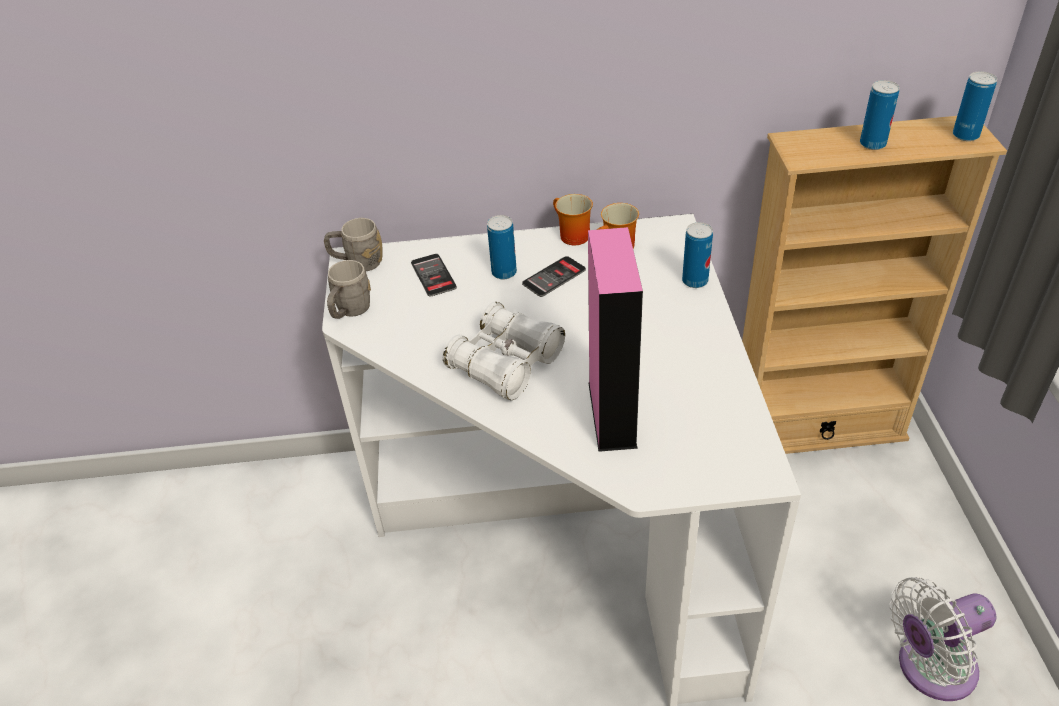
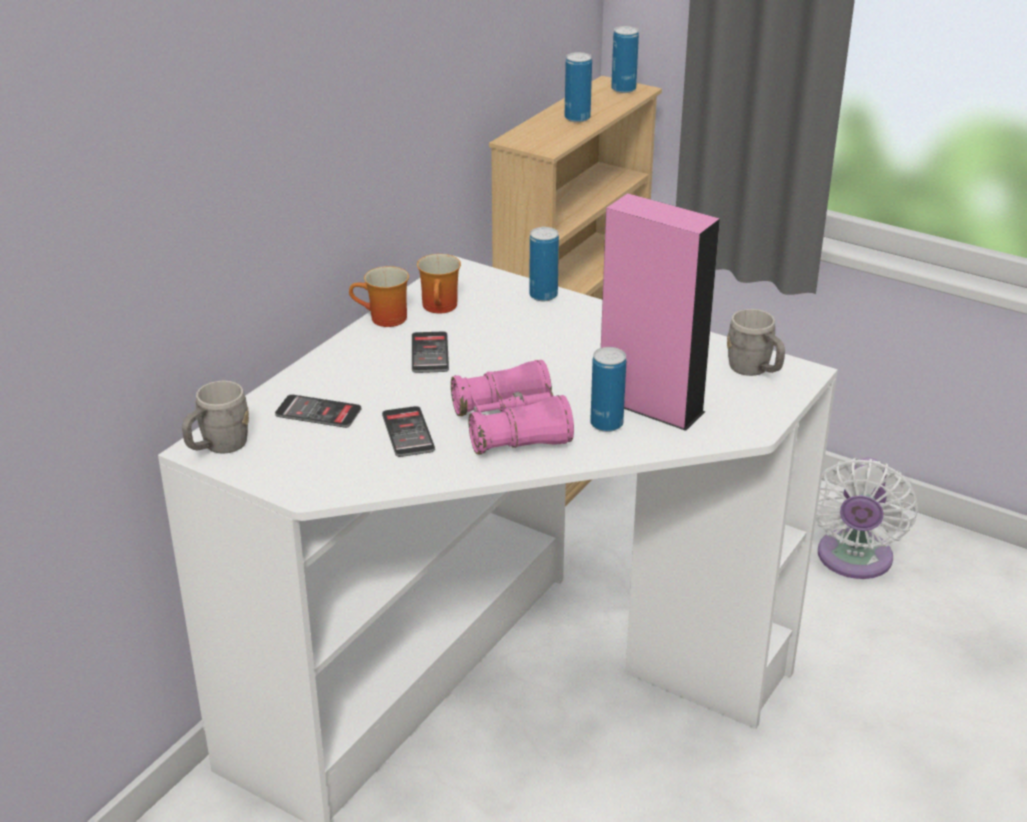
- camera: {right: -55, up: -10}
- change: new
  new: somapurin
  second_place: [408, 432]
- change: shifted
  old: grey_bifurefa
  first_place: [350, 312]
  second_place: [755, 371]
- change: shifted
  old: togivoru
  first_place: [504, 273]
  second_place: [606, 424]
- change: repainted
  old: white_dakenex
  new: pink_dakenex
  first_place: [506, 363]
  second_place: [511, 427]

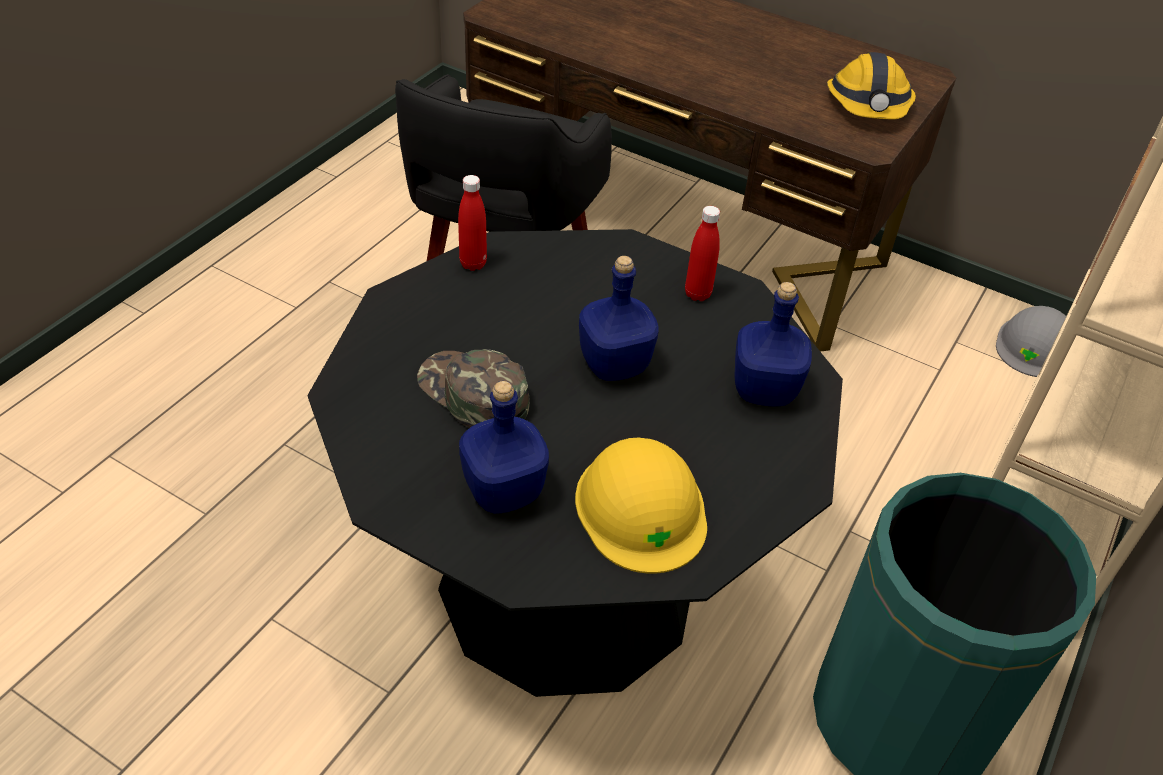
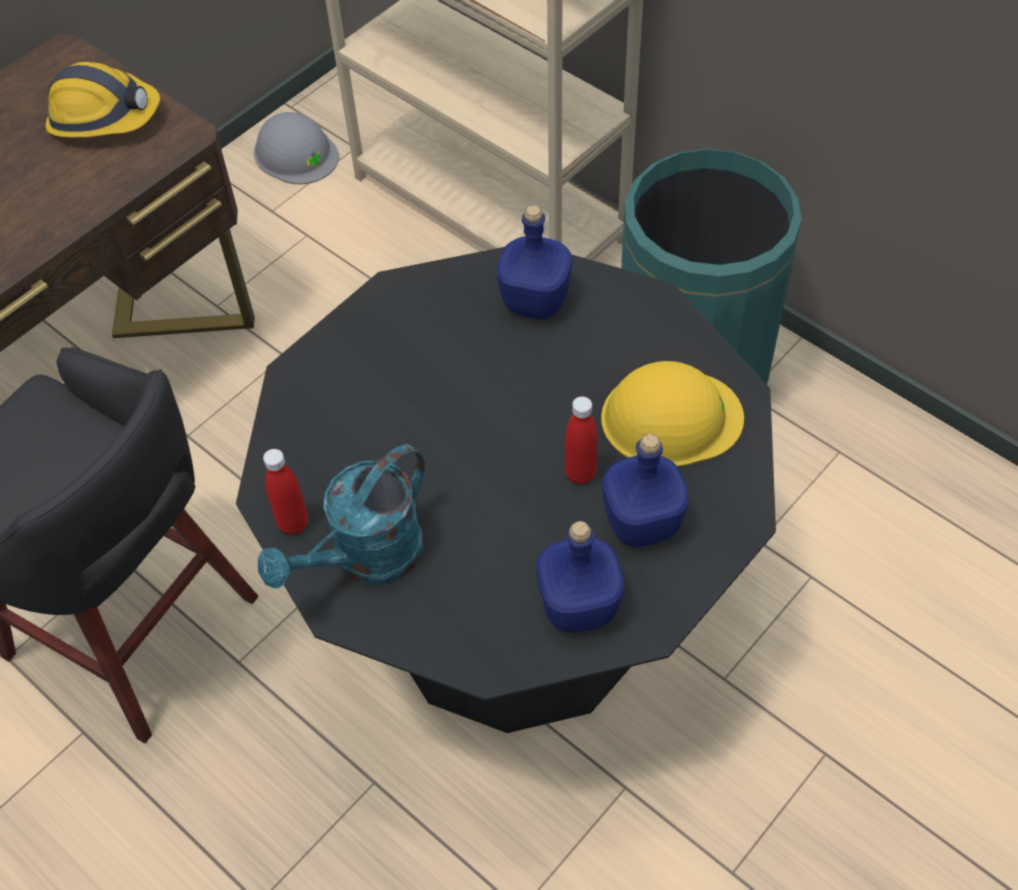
- camera: {right: -75, up: 10}
- change: gone
  old: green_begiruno
  first_place: [473, 394]
- change: new
  new: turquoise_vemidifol
  second_place: [366, 559]
- change: shifted
  old: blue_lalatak
  first_place: [615, 364]
  second_place: [578, 605]
- change: shifted
  old: red_lalatak
  first_place: [697, 294]
  second_place: [580, 473]

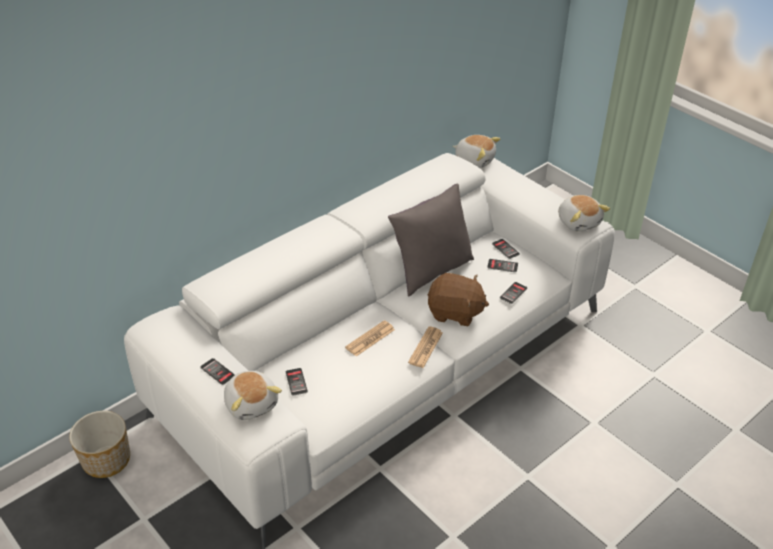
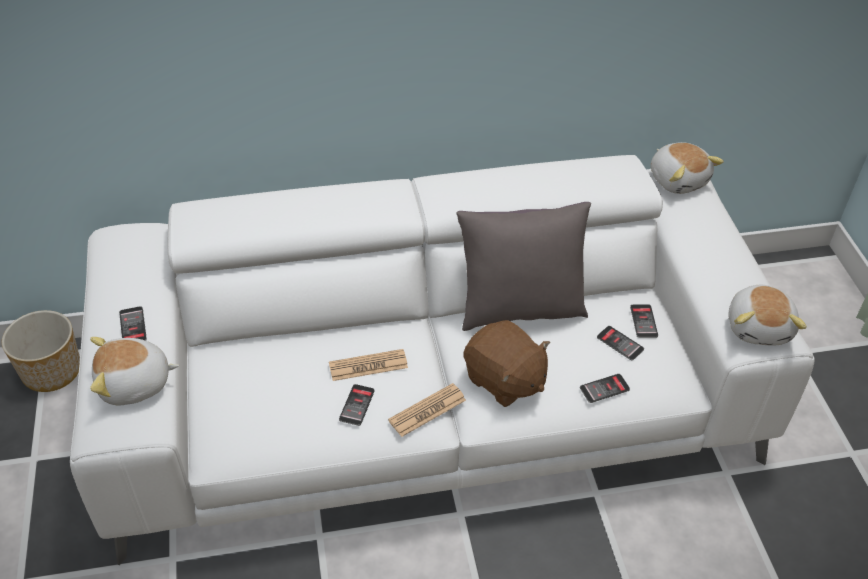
- camera: {right: 30, up: 5}
- change: shifted
  old: somapurin
  first_place: [296, 382]
  second_place: [357, 405]
- change: rotated
  old: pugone
  first_place: [252, 403]
  second_place: [135, 384]
  degrees: 75

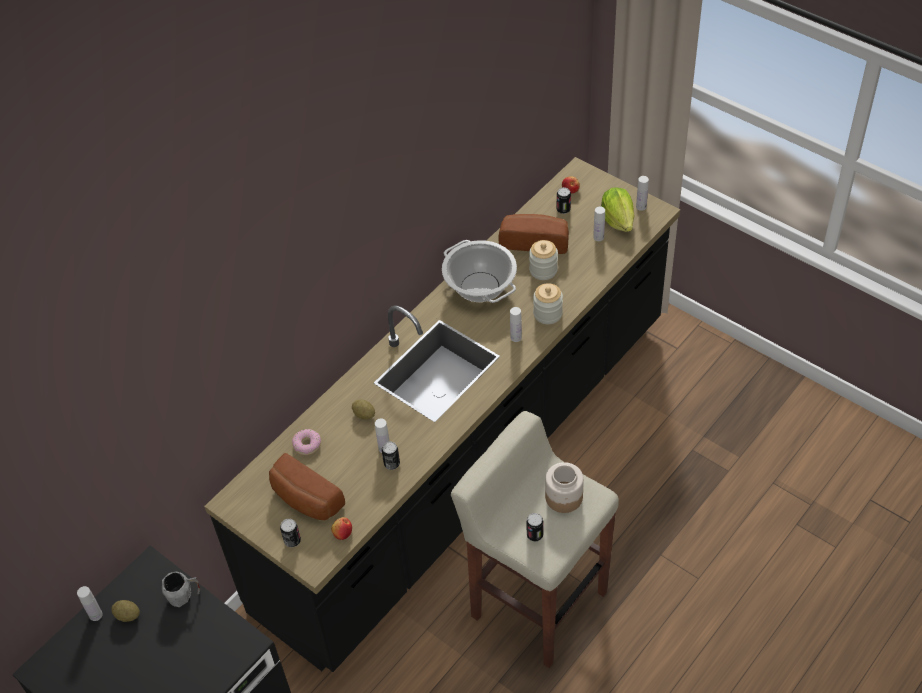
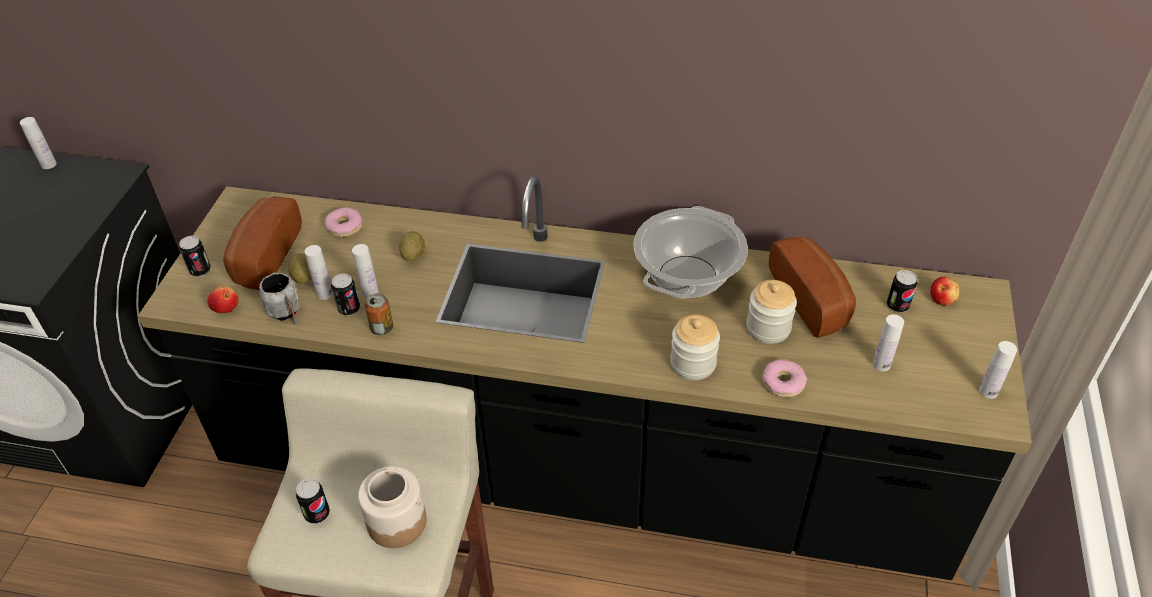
- camera: {right: 60, up: -5}
- change: gone
  old: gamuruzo
  first_place: [618, 220]
- change: new
  new: togivoru
  second_place: [382, 328]
- change: new
  new: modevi
  second_place: [783, 383]
- change: shifted
  old: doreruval
  first_place: [128, 615]
  second_place: [304, 277]
- change: shifted
  old: grey_bifurefa
  first_place: [184, 596]
  second_place: [286, 313]
- change: shifted
  old: white_lalatak
  first_place: [516, 337]
  second_place: [325, 294]

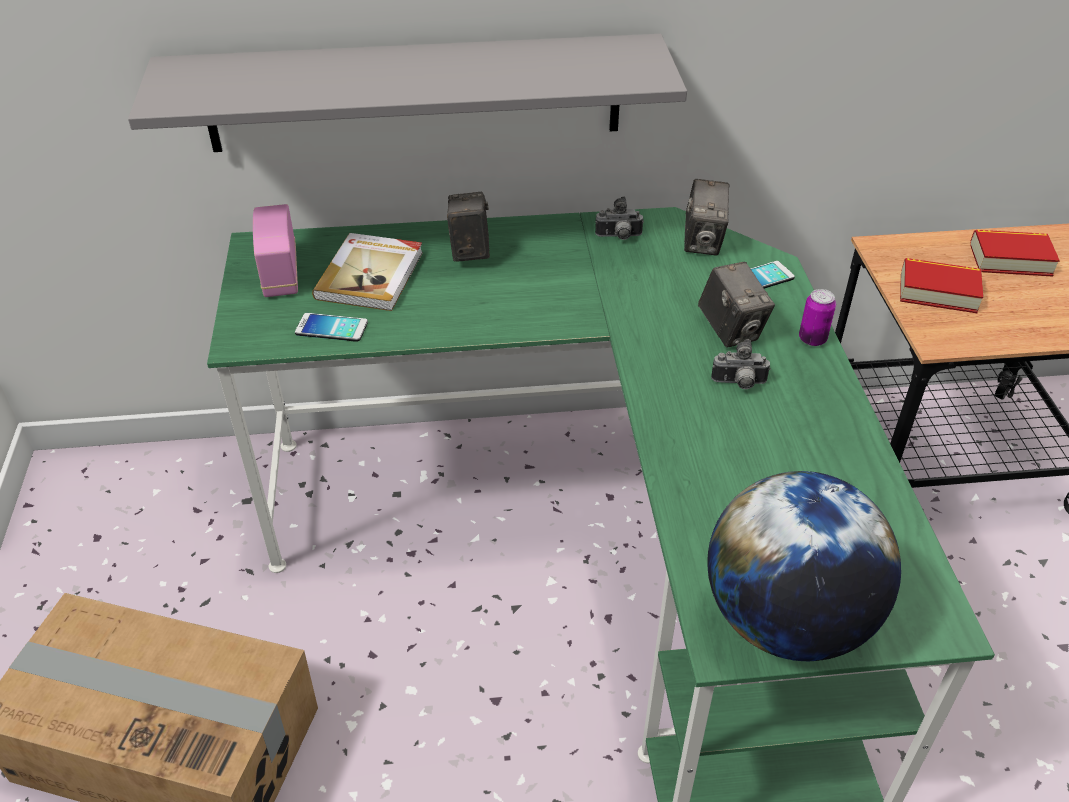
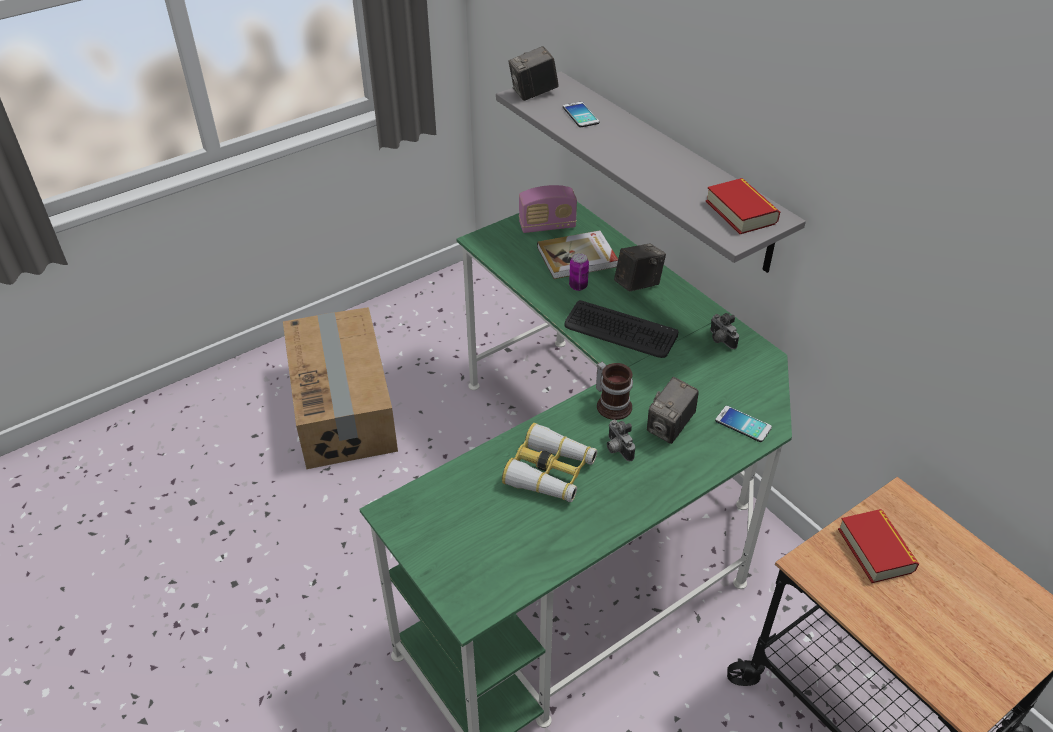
- camera: {right: 60, up: 0}
- change: gone
  old: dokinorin
  first_place: [786, 620]
- change: new
  new: dakenex
  second_place: [550, 472]
- change: new
  new: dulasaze
  second_place: [620, 331]
- change: new
  new: bifurefa
  second_place: [613, 404]
- change: shifted
  old: somapurin
  first_place: [331, 328]
  second_place: [580, 115]
- change: shifted
  old: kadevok
  first_place: [703, 242]
  second_place: [533, 93]
- change: shifted
  old: togivoru
  first_place: [812, 339]
  second_place: [578, 286]
- change: shifted
  old: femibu
  first_place: [1010, 259]
  second_place: [741, 212]
- change: rotated
  old: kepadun
  first_place: [280, 274]
  second_place: [547, 226]
  degrees: -150

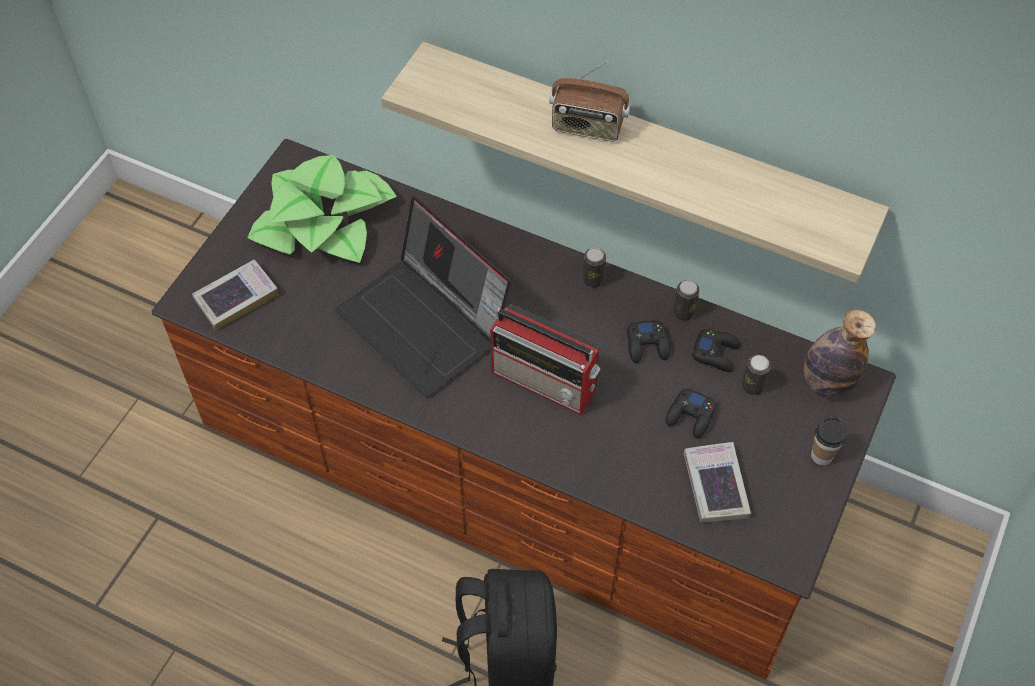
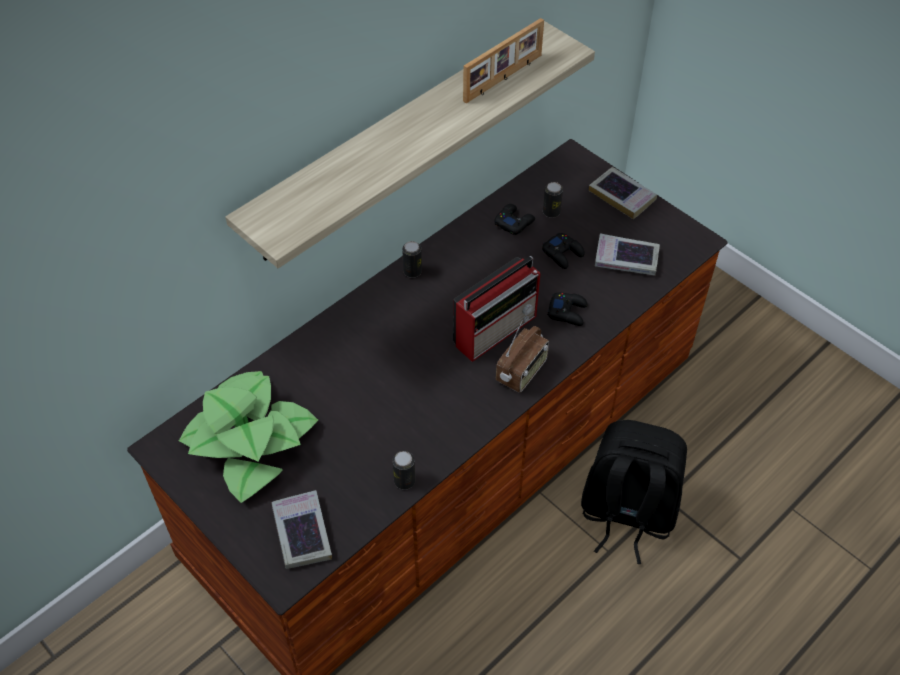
- camera: {right: -70, up: -5}
- change: gone
  old: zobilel
  first_place: [426, 323]
- change: gone
  old: lalatak
  first_place: [827, 382]
- change: new
  new: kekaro
  second_place: [504, 78]
- change: shifted
  old: kepadun
  first_place: [587, 127]
  second_place: [522, 372]
- change: shifted
  old: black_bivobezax
  first_place: [647, 345]
  second_place: [567, 312]
- change: shifted
  old: togivoru
  first_place: [683, 312]
  second_place: [404, 481]
- change: swapped
  old: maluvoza
  new: femibu
  first_place: [821, 455]
  second_place: [622, 196]

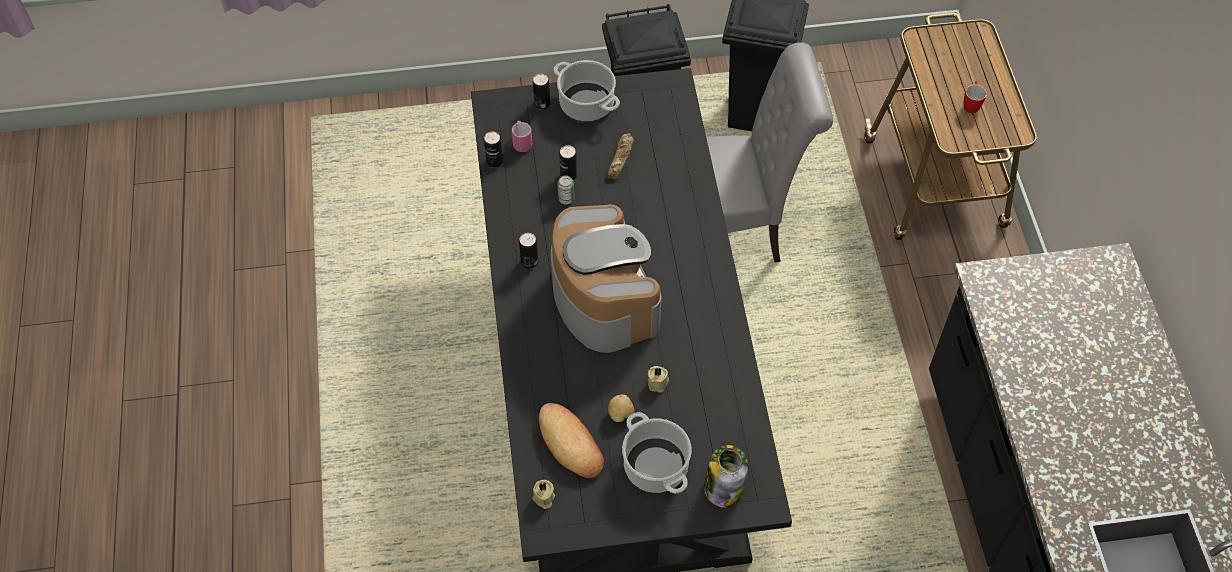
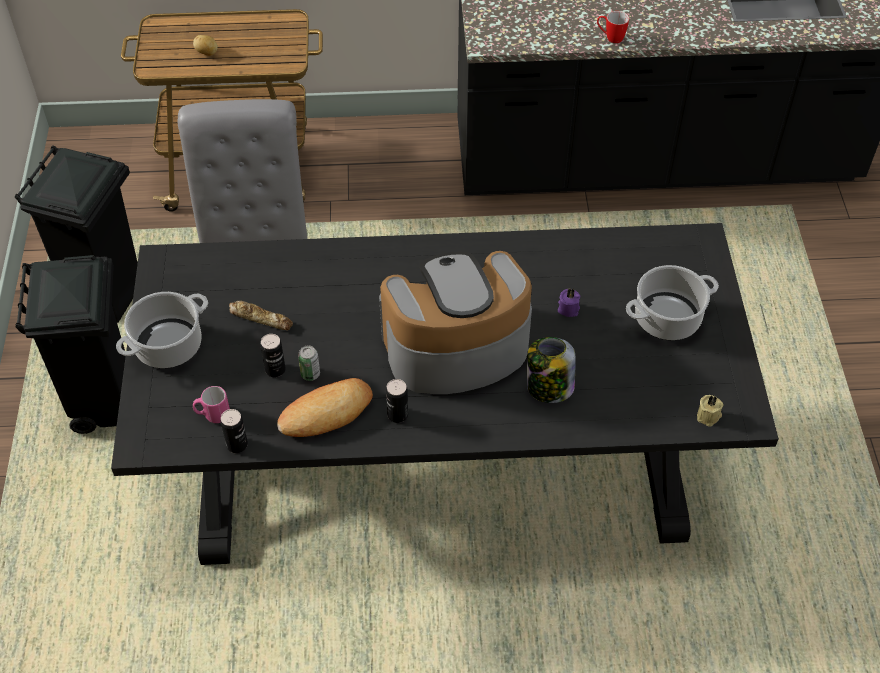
- camera: {right: -85, up: -5}
- change: gone
  old: togivoru
  first_place: [542, 104]
- change: shifted
  old: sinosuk
  first_place: [571, 443]
  second_place: [326, 412]
- change: shifted
  old: doreruval
  first_place: [621, 414]
  second_place: [207, 53]
- change: shifted
  old: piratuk
  first_place: [723, 487]
  second_place: [549, 387]
- change: shifted
  old: bifurefa
  first_place: [971, 105]
  second_place: [610, 38]
- change: repainted
  old: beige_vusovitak
  new: purple_vusovitak
  first_place: [658, 383]
  second_place: [568, 308]

